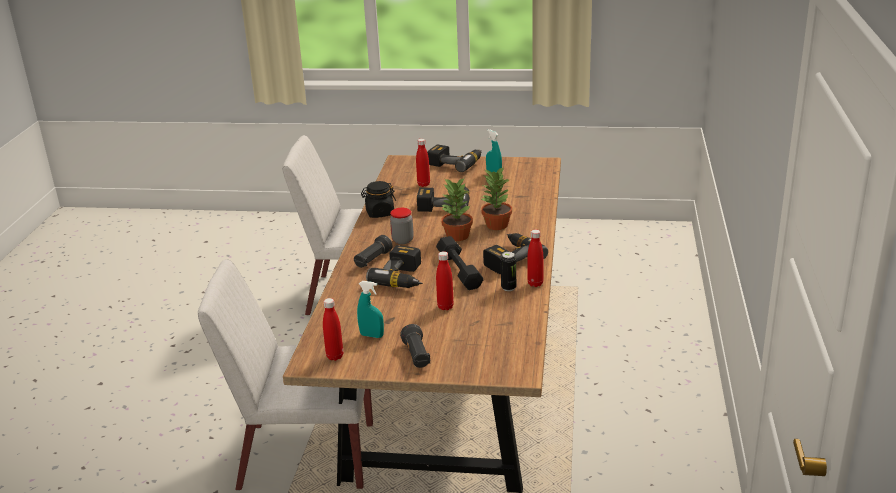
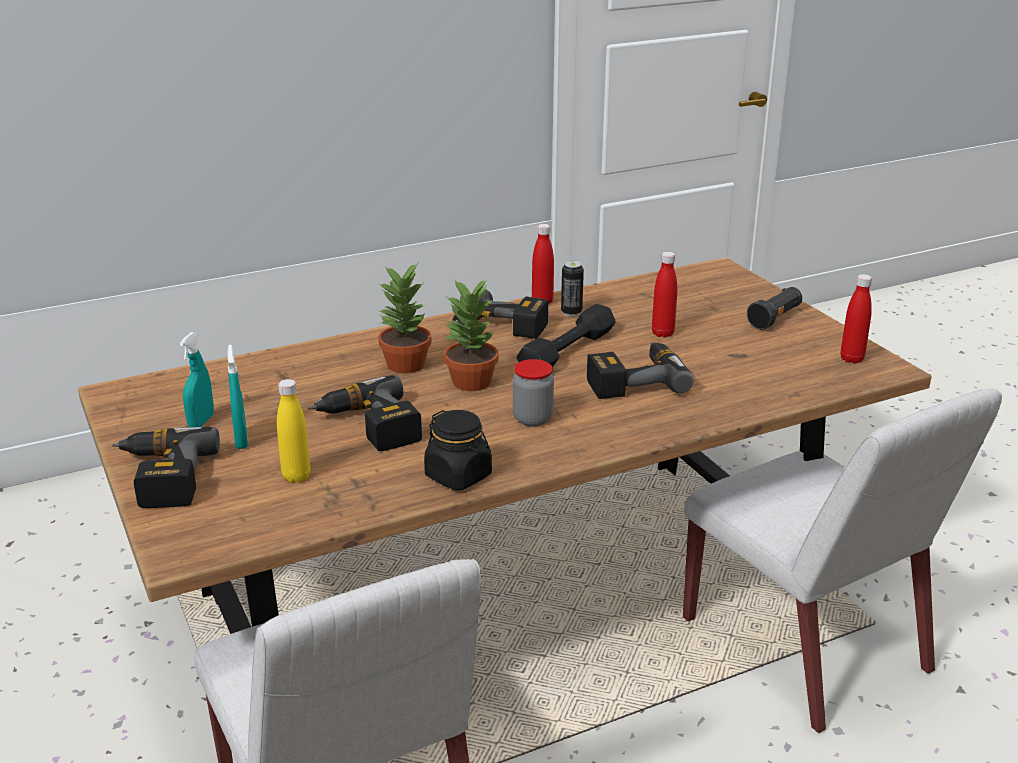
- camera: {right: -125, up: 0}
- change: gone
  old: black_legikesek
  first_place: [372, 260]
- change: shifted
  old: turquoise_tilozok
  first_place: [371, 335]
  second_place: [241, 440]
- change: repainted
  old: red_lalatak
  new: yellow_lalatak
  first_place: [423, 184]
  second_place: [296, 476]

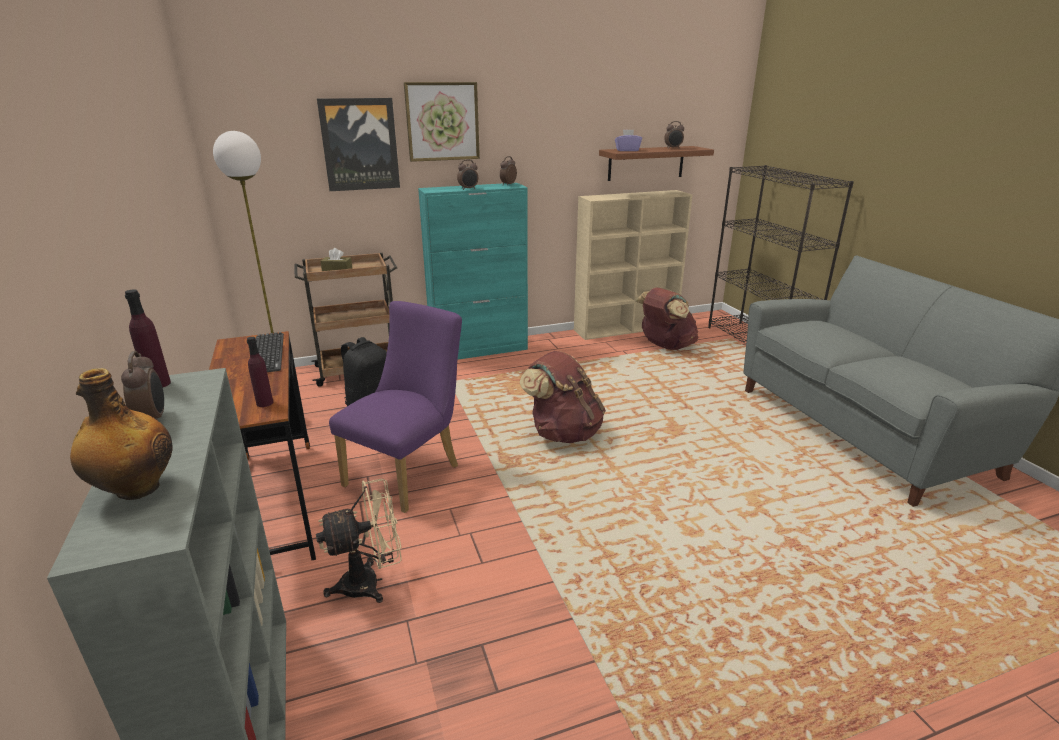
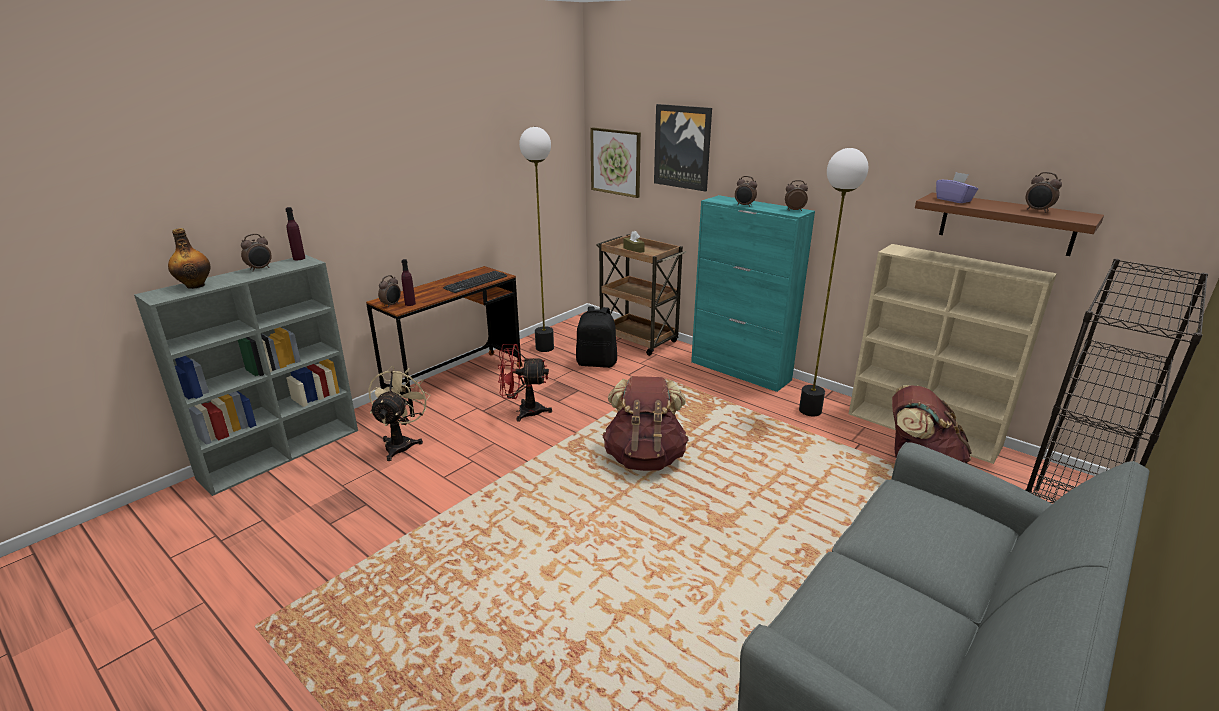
- camera: {right: 60, up: 0}
- change: new
  new: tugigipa
  second_place: [391, 305]
- change: new
  new: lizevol
  second_place: [810, 411]
- change: shifted
  old: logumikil
  first_place: [442, 121]
  second_place: [616, 162]
- change: swapped
  old: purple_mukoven
  new: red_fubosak
  first_place: [409, 472]
  second_place: [523, 411]
- change: rotated
  old: beige_fubosak
  first_place: [370, 582]
  second_place: [401, 443]
  degrees: -120

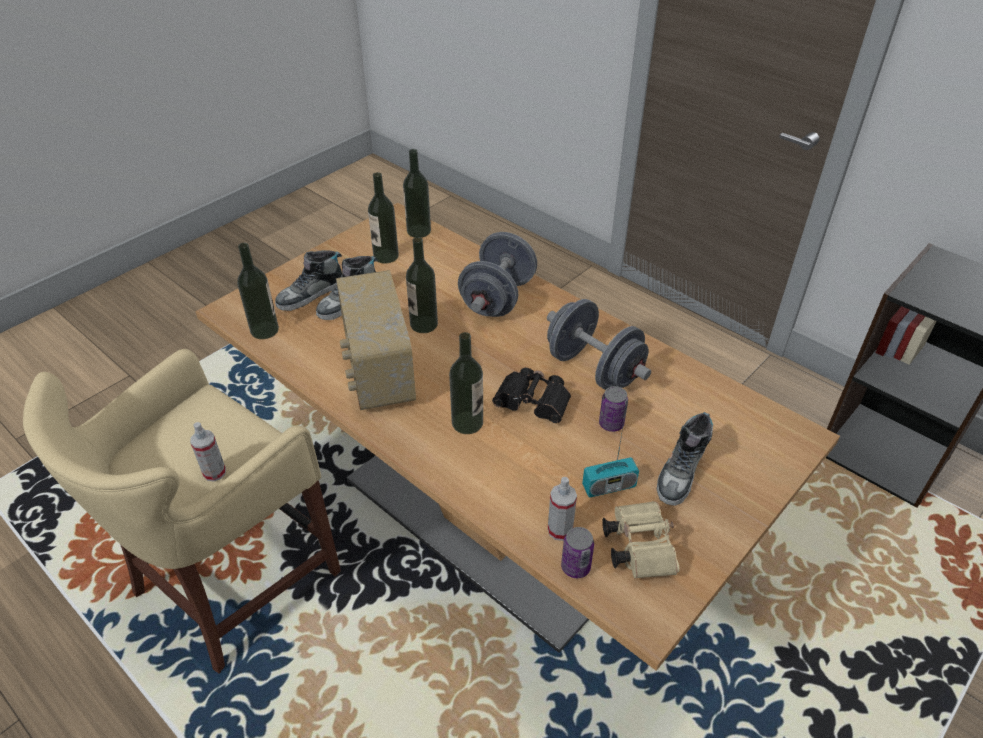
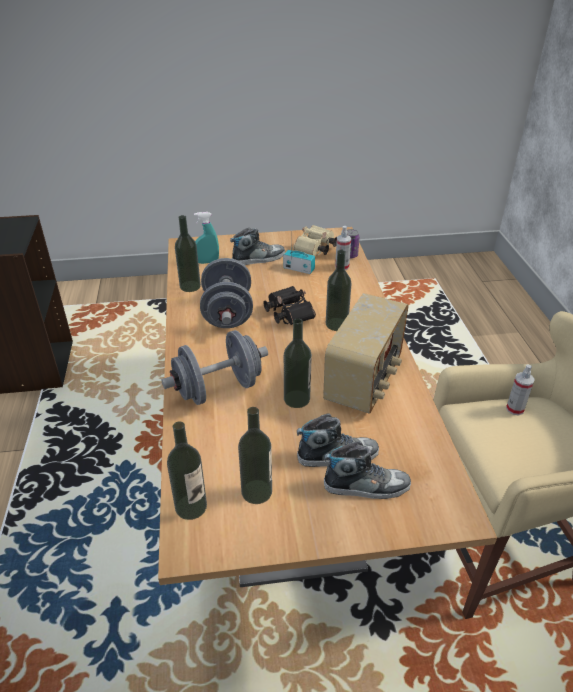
- camera: {right: -140, up: -5}
- change: gone
  old: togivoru
  first_place: [611, 424]
- change: new
  new: turquoise_tilozok
  second_place: [207, 262]
- change: shifted
  old: lalatak
  first_place: [264, 330]
  second_place: [190, 286]

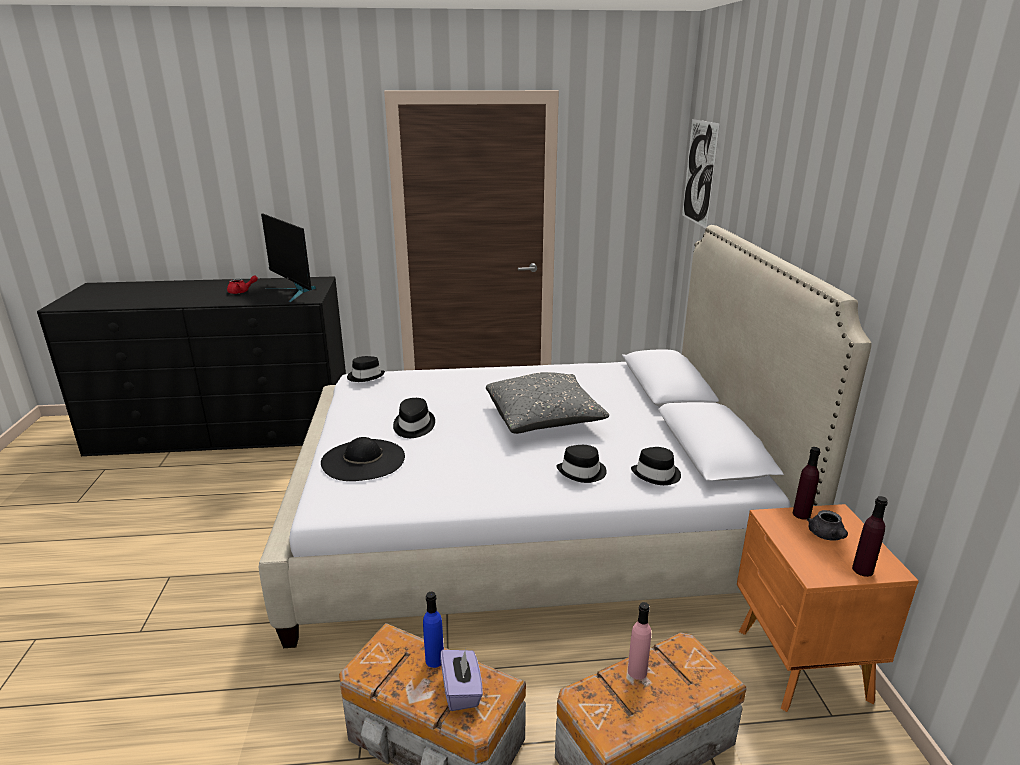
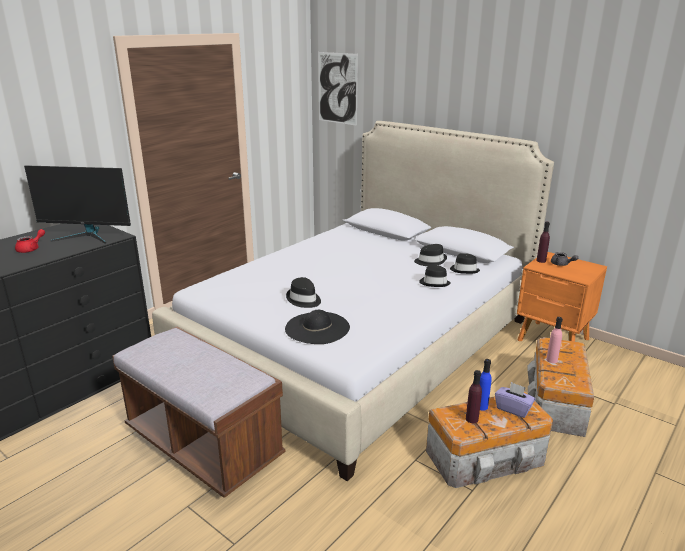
- camera: {right: -45, up: 0}
- change: gone
  old: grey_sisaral
  first_place: [544, 419]
- change: new
  new: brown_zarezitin
  second_place: [203, 445]
- change: shifted
  old: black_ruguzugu
  first_place: [365, 376]
  second_place: [430, 261]
- change: shifted
  old: purple_lalatak
  first_place: [862, 570]
  second_place: [472, 419]

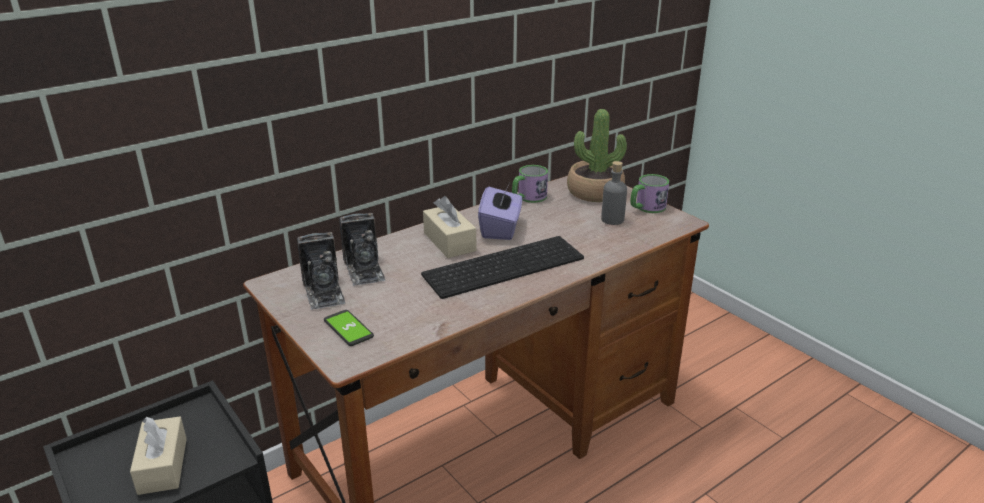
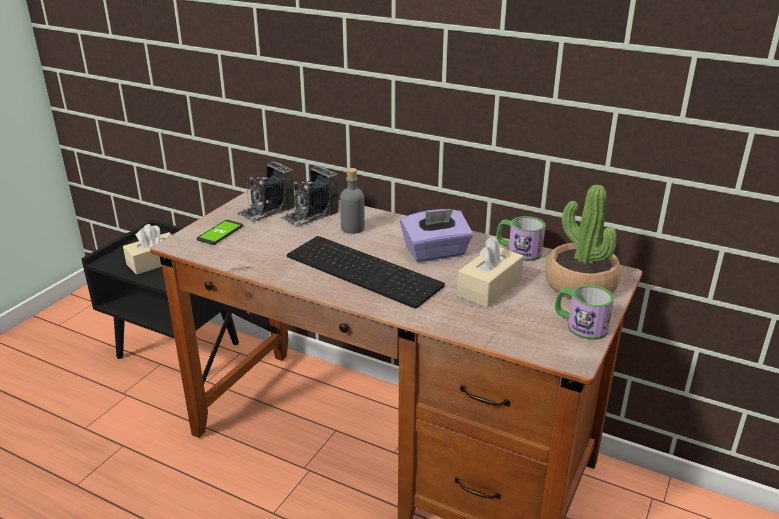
- camera: {right: 65, up: 0}
- change: shifted
  old: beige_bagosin
  first_place: [449, 242]
  second_place: [489, 288]
- change: shifted
  old: grey_lalatak
  first_place: [612, 219]
  second_place: [352, 228]

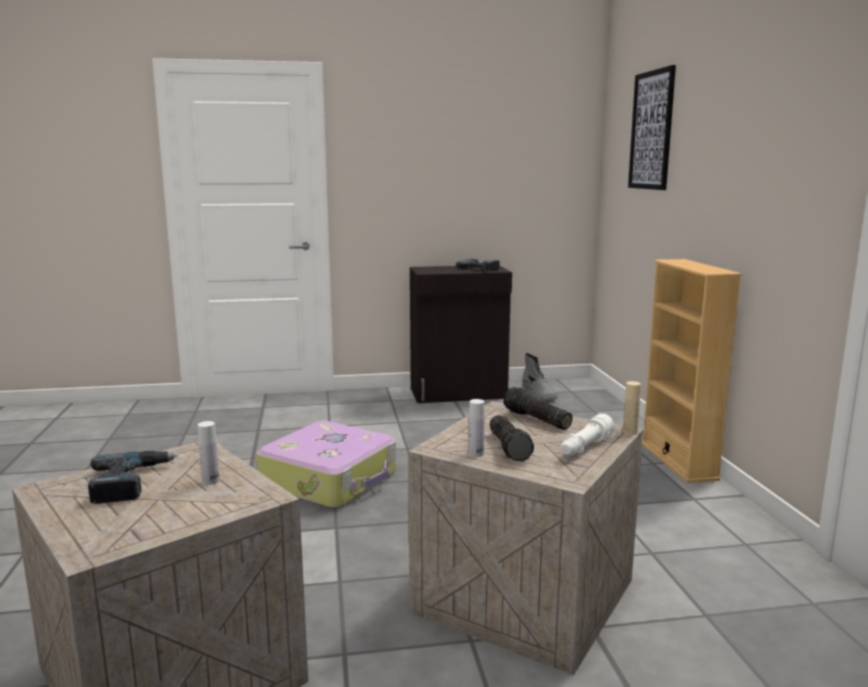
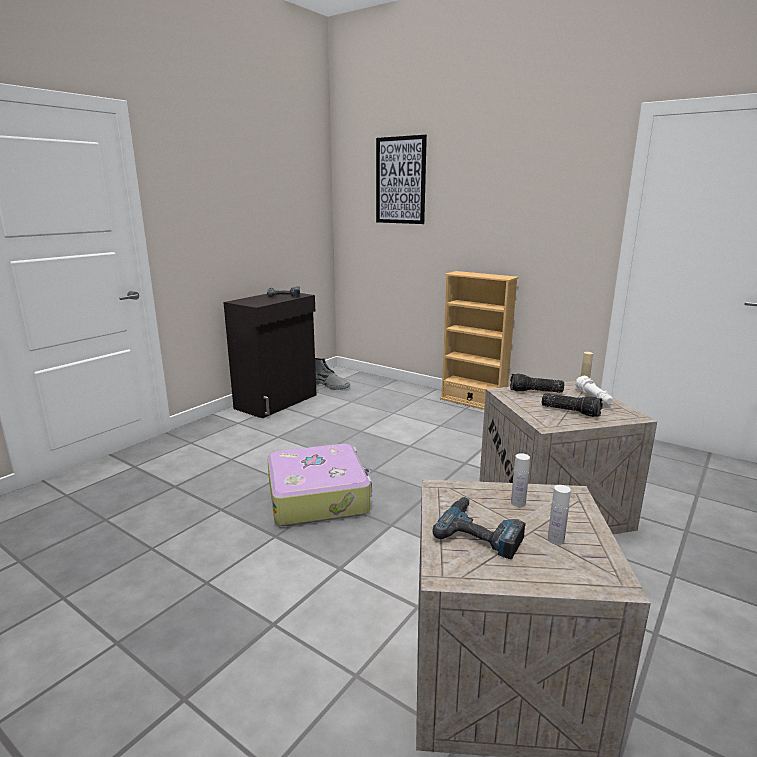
- camera: {right: -45, up: 5}
- change: shifted
  old: white_lalatak
  first_place: [476, 454]
  second_place: [555, 539]

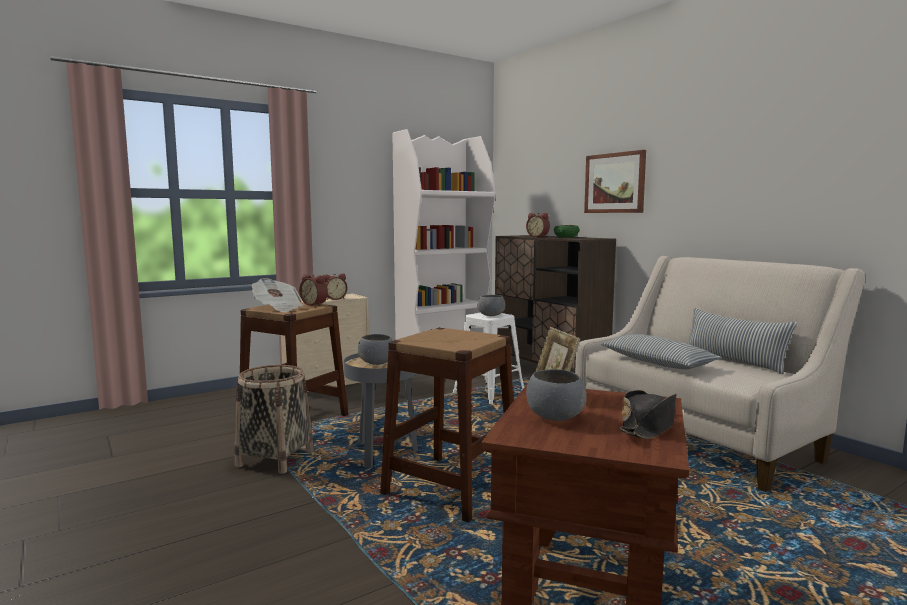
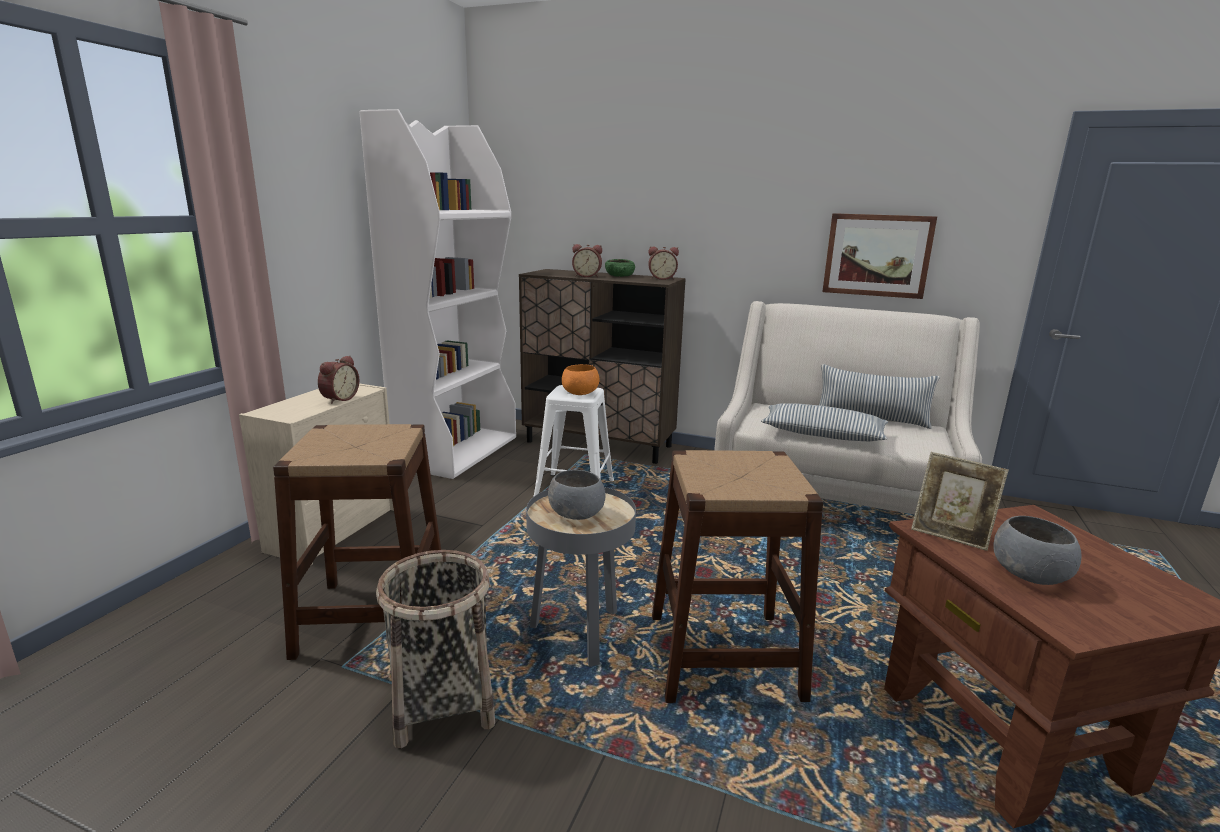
- camera: {right: -35, up: 10}
- change: gone
  old: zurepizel
  first_place: [278, 308]
- change: gone
  old: black_ruguzugu
  first_place: [648, 426]
- change: shifted
  old: tugigipa
  first_place: [315, 304]
  second_place: [662, 278]
- change: shifted
  old: logumikil
  first_place: [614, 183]
  second_place: [877, 255]
- change: repainted
  old: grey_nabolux
  new: orange_nabolux
  first_place: [491, 315]
  second_place: [579, 393]

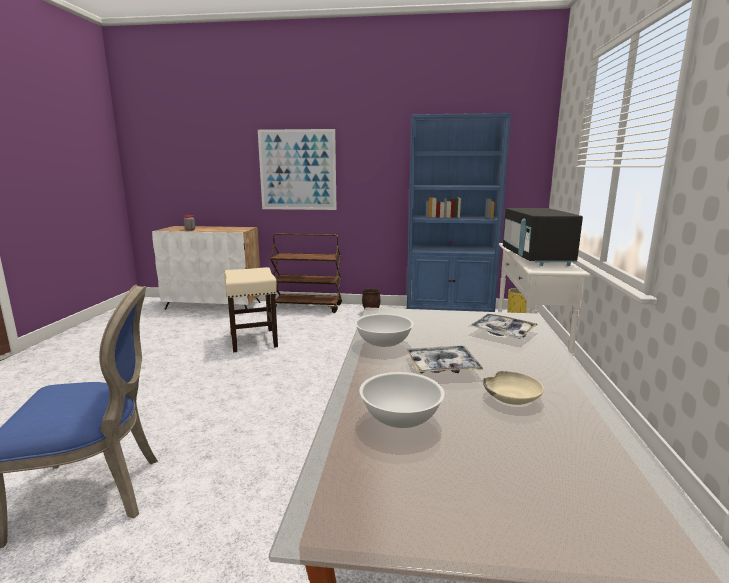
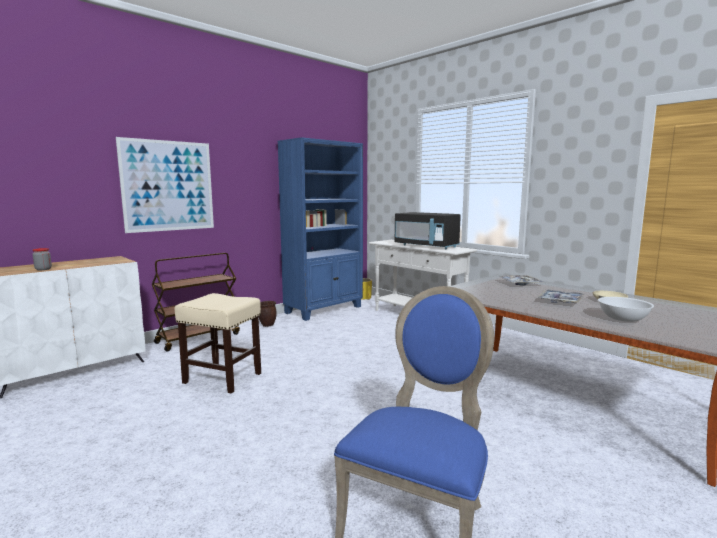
- camera: {right: -50, up: -5}
- change: gone
  old: white_nabolux
  first_place: [384, 342]

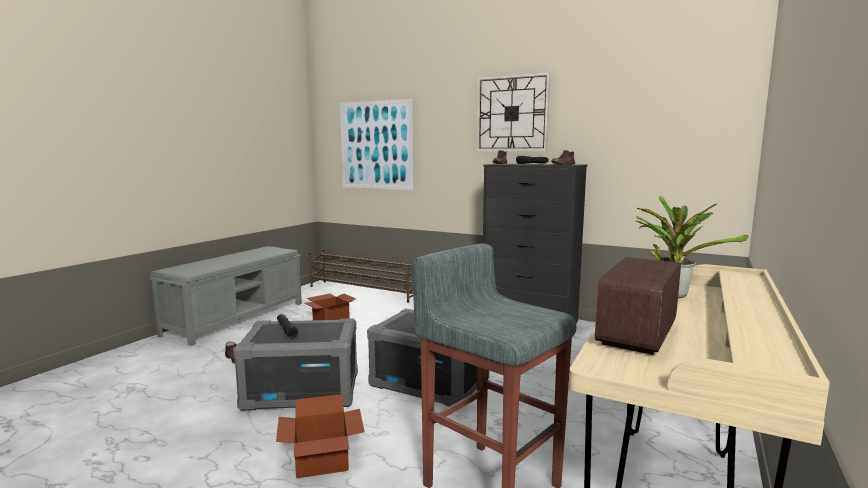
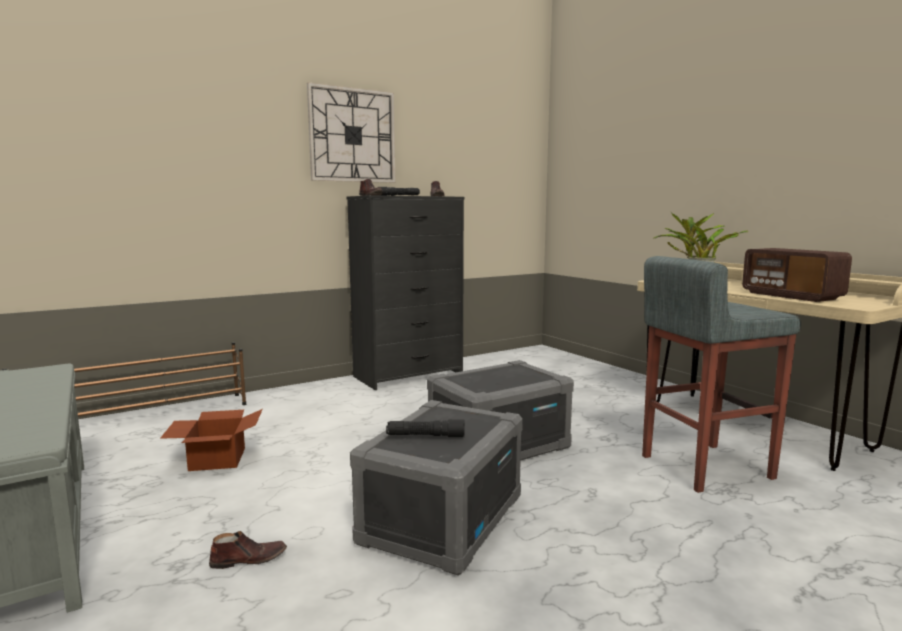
- camera: {right: -60, up: 0}
- change: gone
  old: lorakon
  first_place: [321, 461]
- change: gone
  old: logumikil
  first_place: [376, 145]

